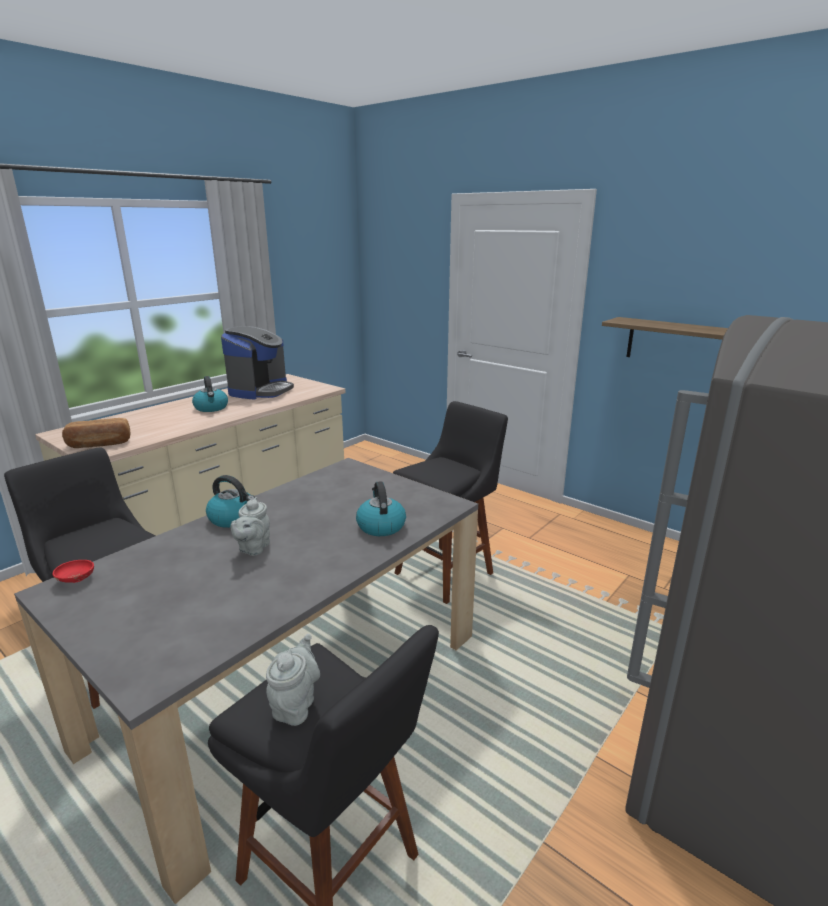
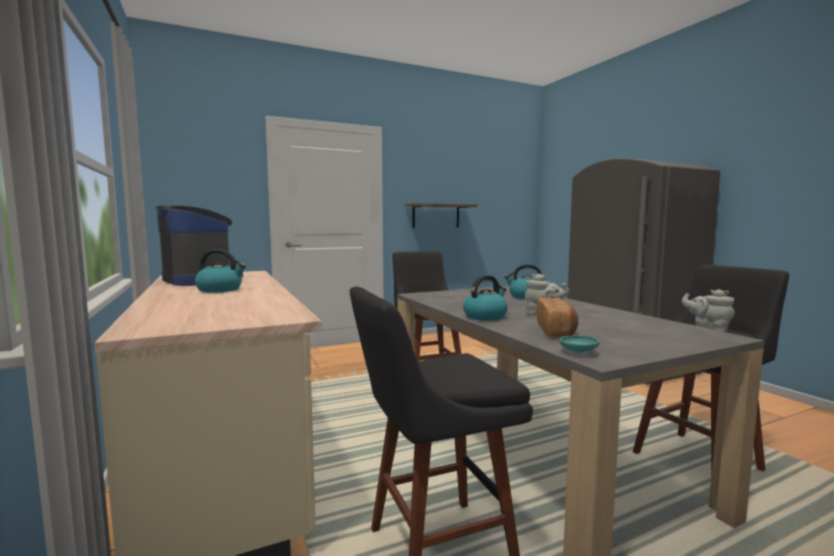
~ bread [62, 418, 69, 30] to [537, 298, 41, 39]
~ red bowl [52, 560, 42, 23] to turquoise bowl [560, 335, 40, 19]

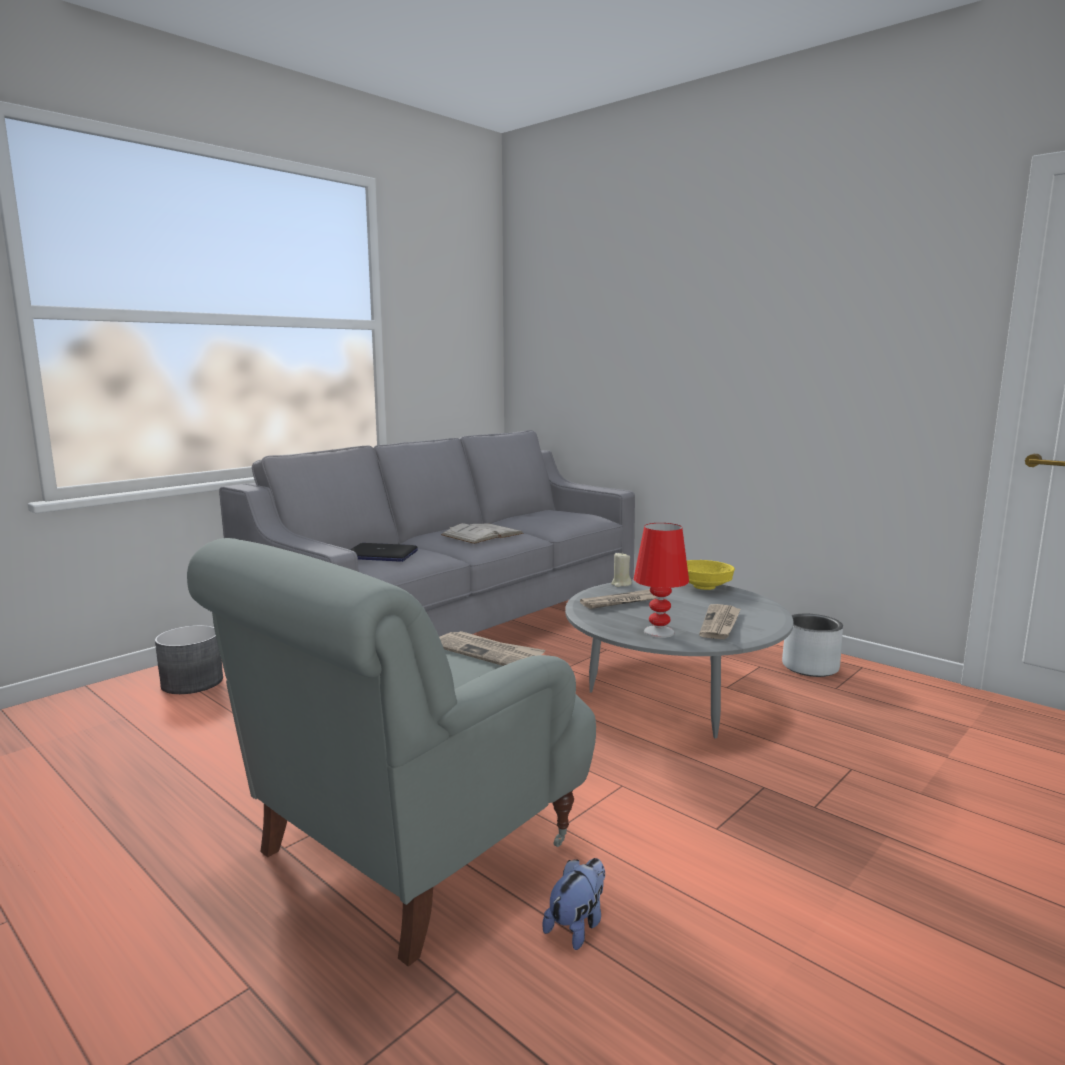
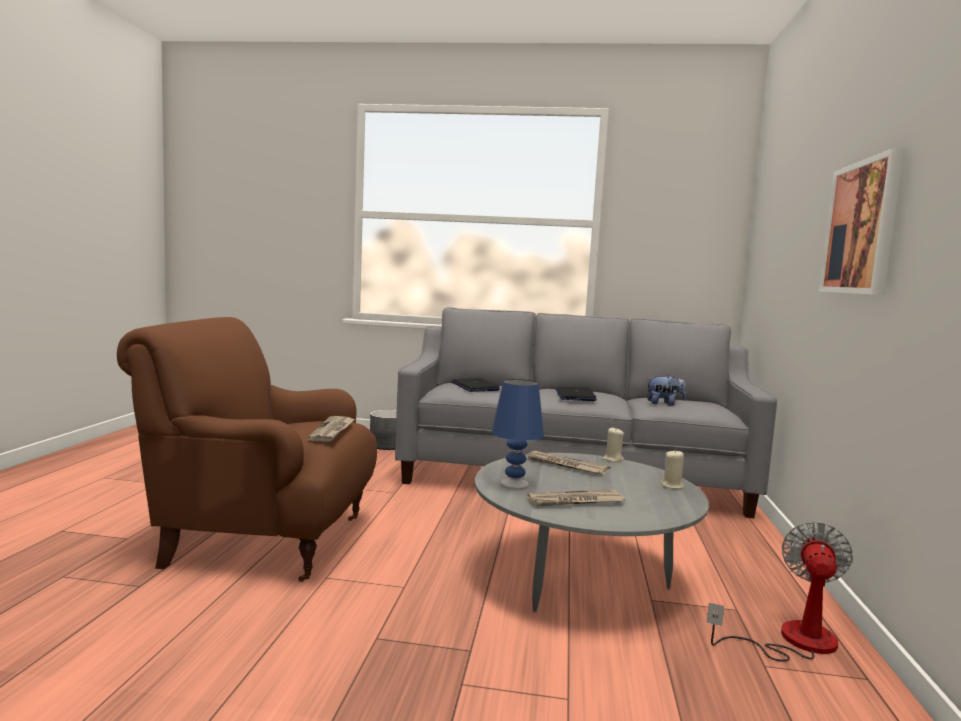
~ grey armchair [187, 538, 409, 429] to brown armchair [117, 317, 260, 265]
~ red table lamp [634, 523, 55, 115] to blue table lamp [492, 379, 52, 111]
~ white book [441, 523, 83, 21] to laptop [556, 387, 41, 14]
~ plush toy [542, 858, 63, 92] to [647, 375, 39, 31]
~ yellow bowl [687, 560, 48, 30] to beige candle [661, 450, 23, 39]
~ grey planter [782, 614, 61, 63] to fan [707, 522, 146, 140]
+ picture [819, 148, 85, 147]

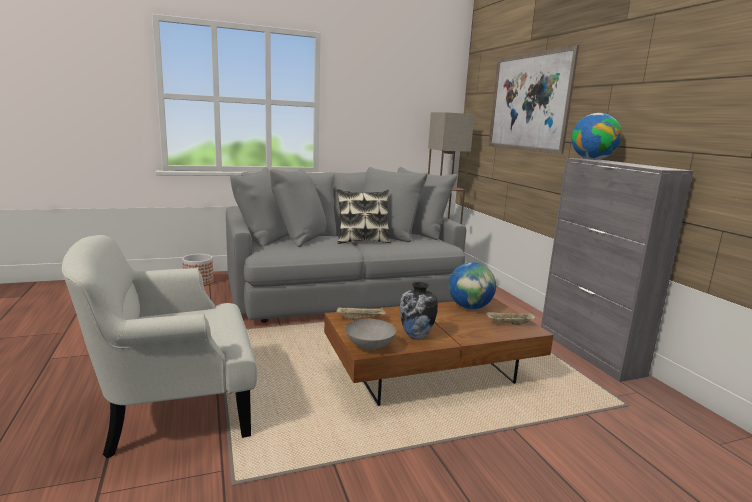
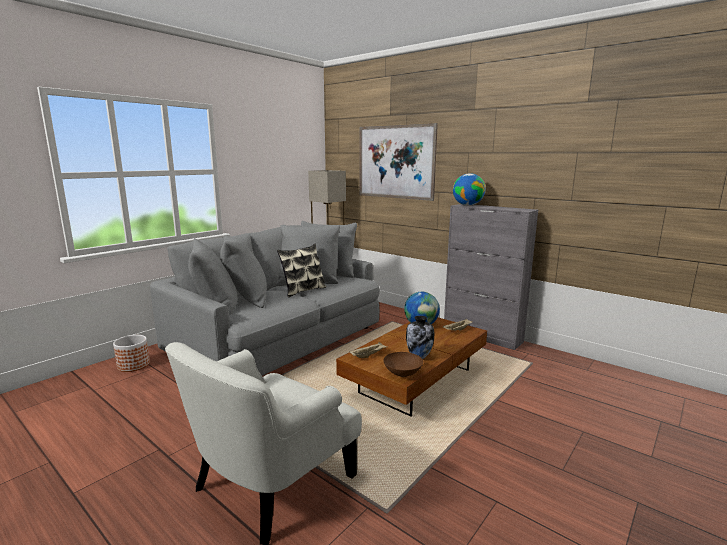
~ grey bowl [345, 319, 51, 31] to brown bowl [383, 352, 40, 25]

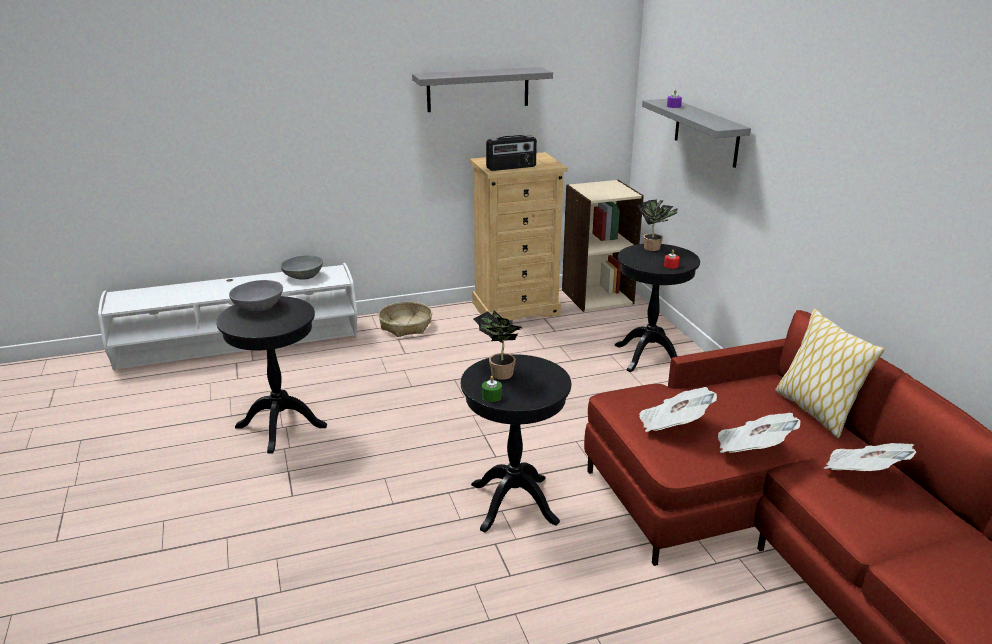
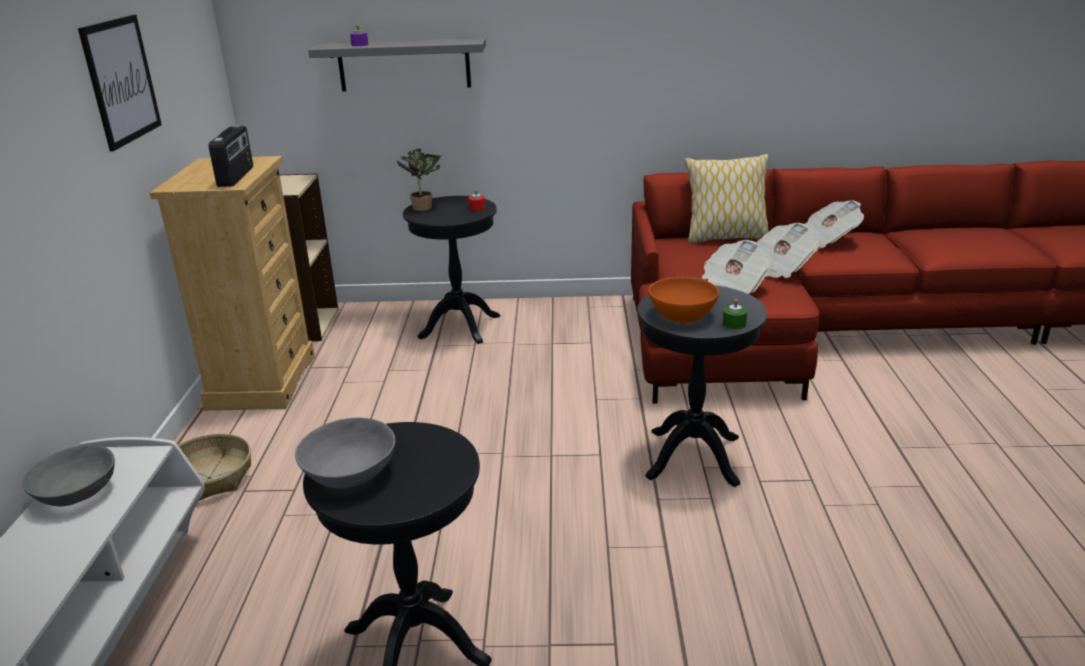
~ grey shelf [412, 67, 141, 45] to picture [78, 15, 84, 137]
~ potted plant [473, 310, 49, 70] to orange bowl [649, 277, 70, 46]

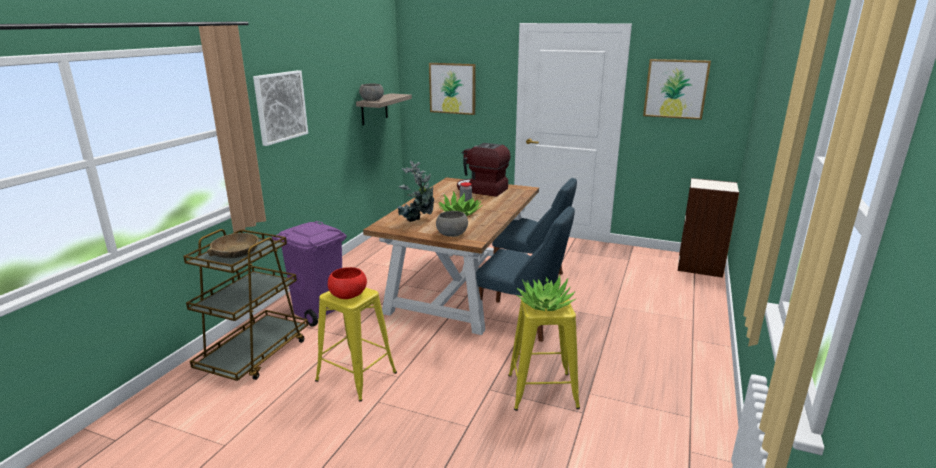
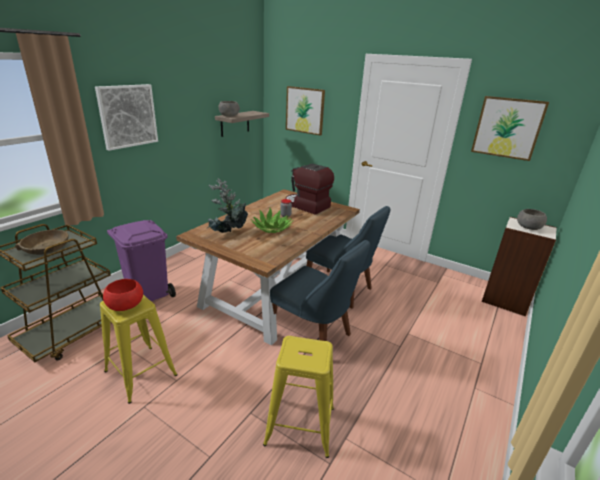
~ grey bowl [436, 211, 32, 26] to [517, 209, 30, 21]
- potted plant [517, 275, 59, 36]

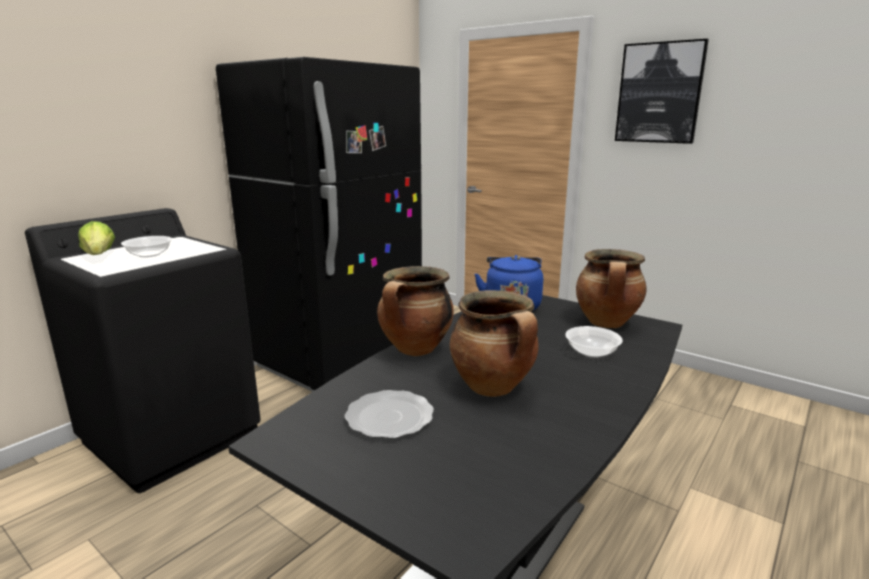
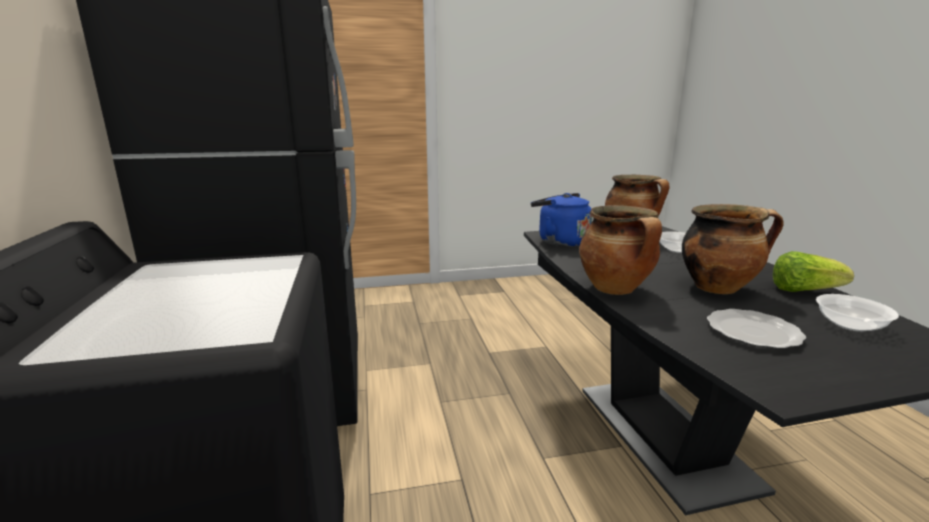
~ lettuce [78, 221, 37, 34] to [773, 251, 81, 41]
~ bowl [121, 236, 51, 21] to [816, 294, 83, 38]
- picture [615, 39, 94, 105]

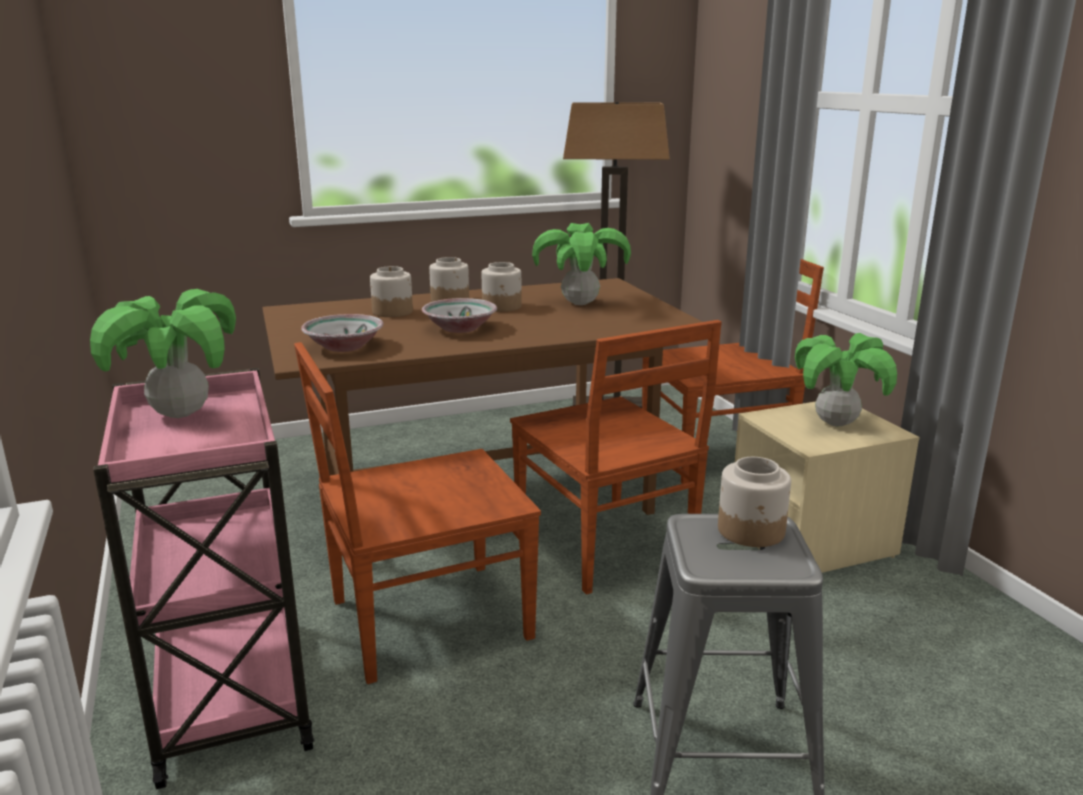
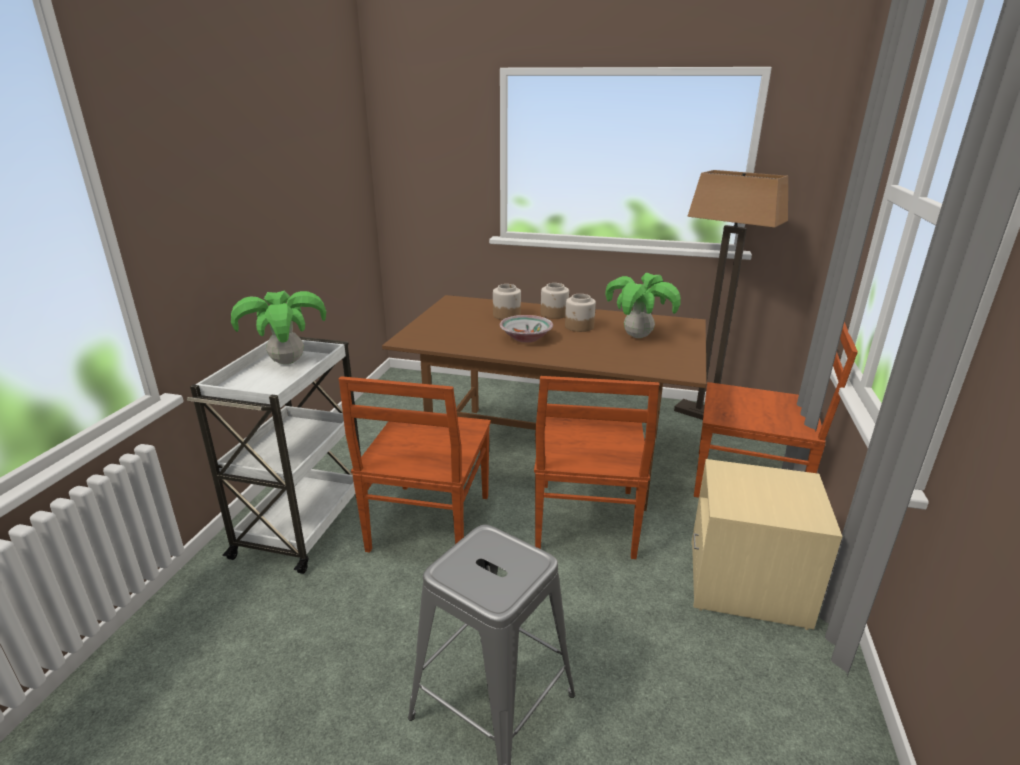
~ pink cart [93, 368, 222, 421] to white cart [187, 337, 174, 237]
~ brown chair [294, 342, 247, 342] = [339, 376, 152, 177] 90 degrees counterclockwise
- bowl [301, 314, 83, 38]
- jar [718, 457, 73, 90]
- potted plant [795, 333, 102, 94]

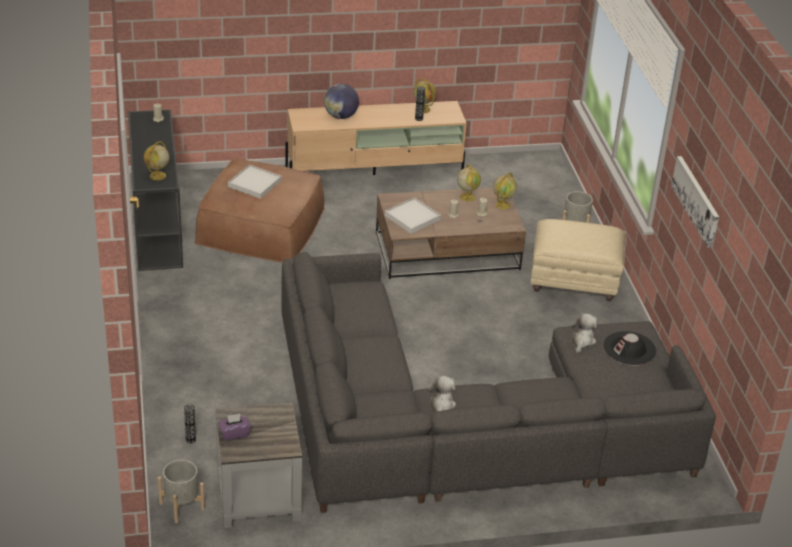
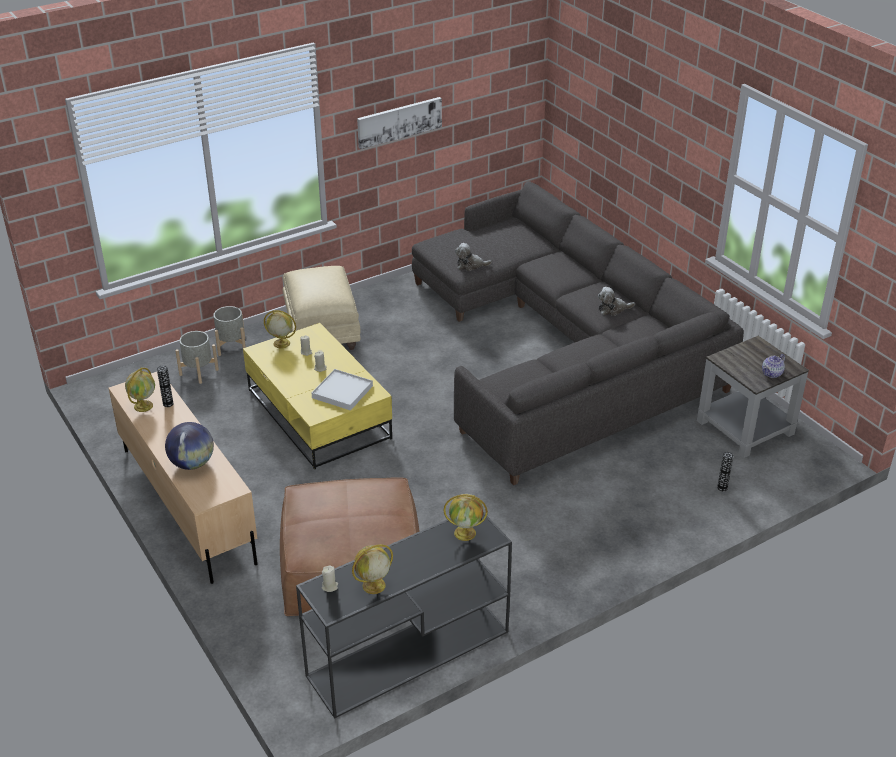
~ grey planter [158, 459, 47, 64] to [175, 331, 44, 53]
~ brown coffee table [376, 187, 150, 92] to yellow coffee table [243, 323, 149, 146]
~ globe [457, 164, 24, 37] to [352, 544, 41, 50]
~ purple tissue box [218, 414, 33, 26] to teapot [762, 354, 23, 24]
- white tray [228, 164, 54, 35]
- black hat [603, 331, 54, 34]

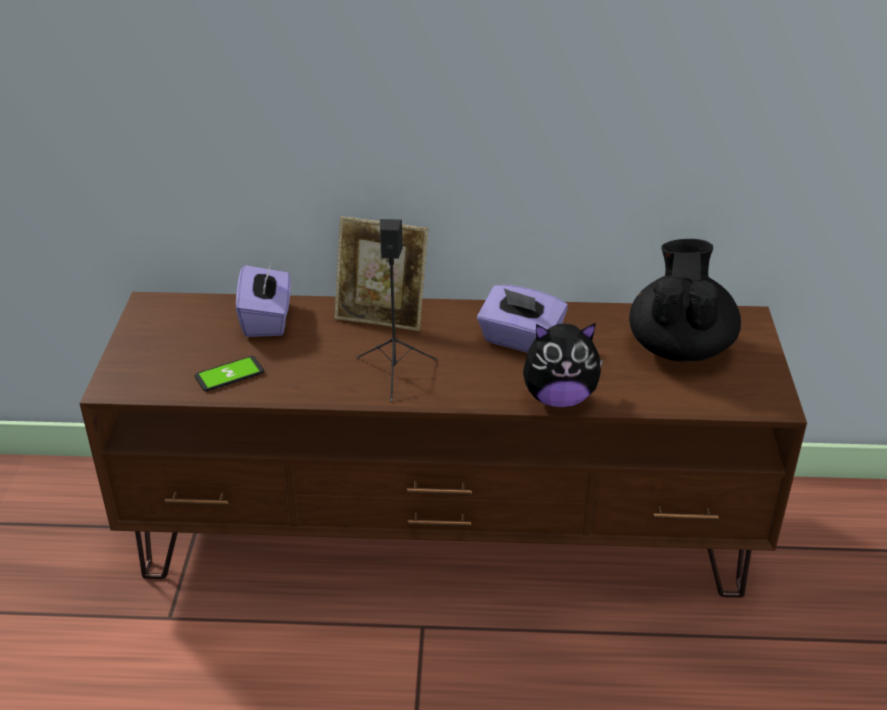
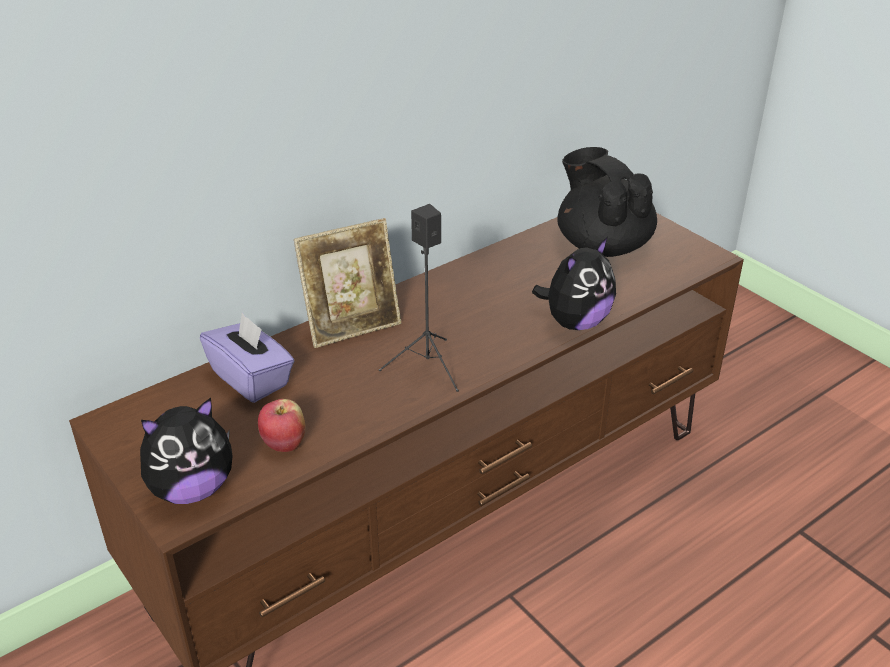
+ plush toy [140, 398, 93, 106]
~ phone [195, 356, 69, 35] to apple [258, 399, 48, 53]
- purple tissue box [477, 285, 91, 68]

